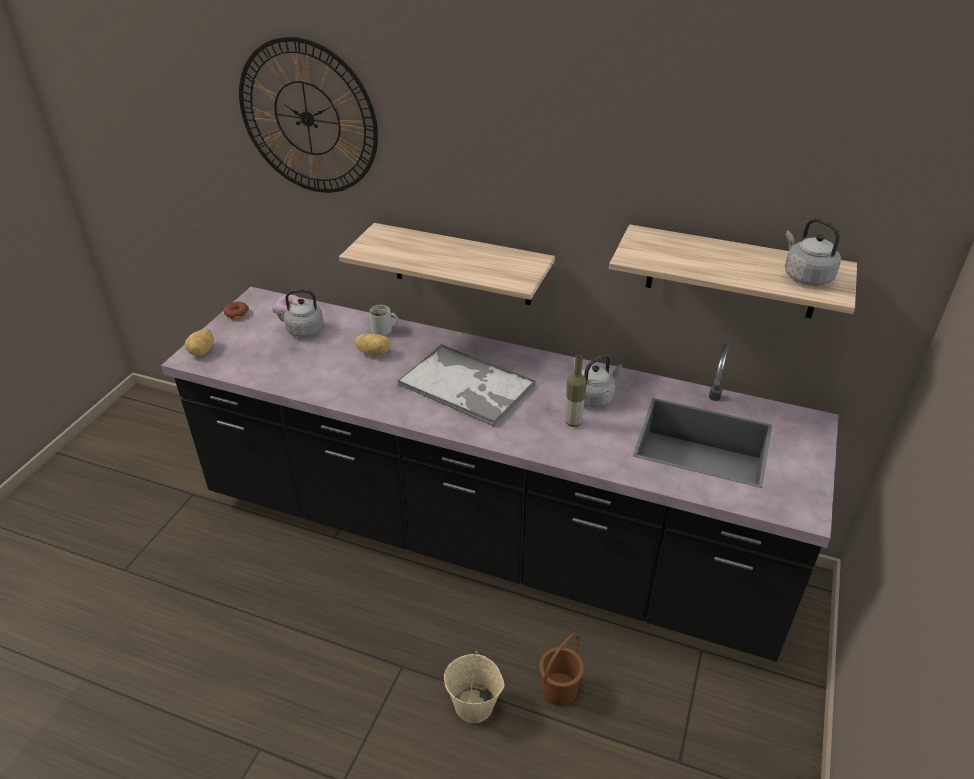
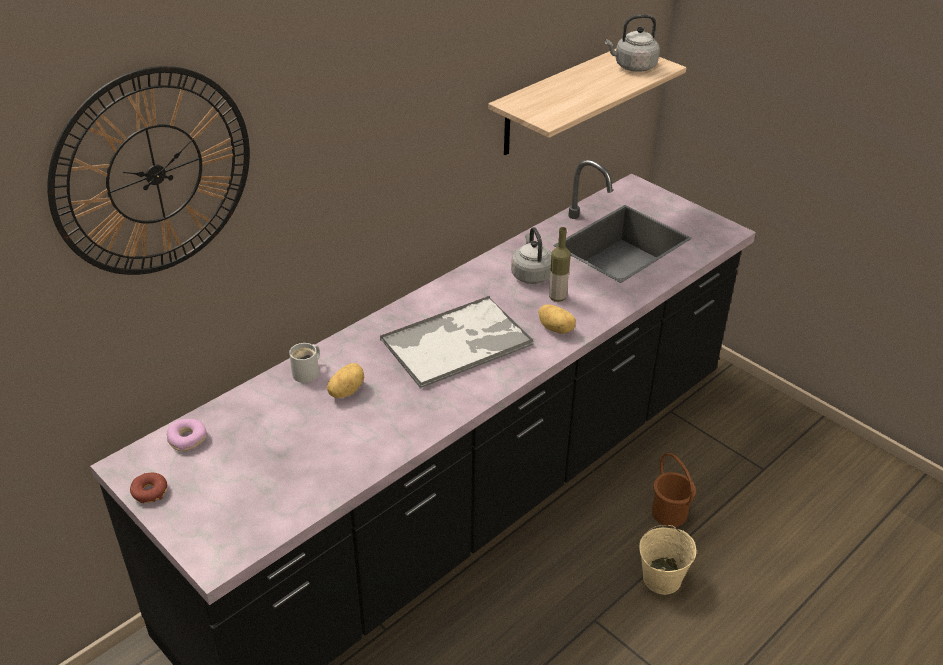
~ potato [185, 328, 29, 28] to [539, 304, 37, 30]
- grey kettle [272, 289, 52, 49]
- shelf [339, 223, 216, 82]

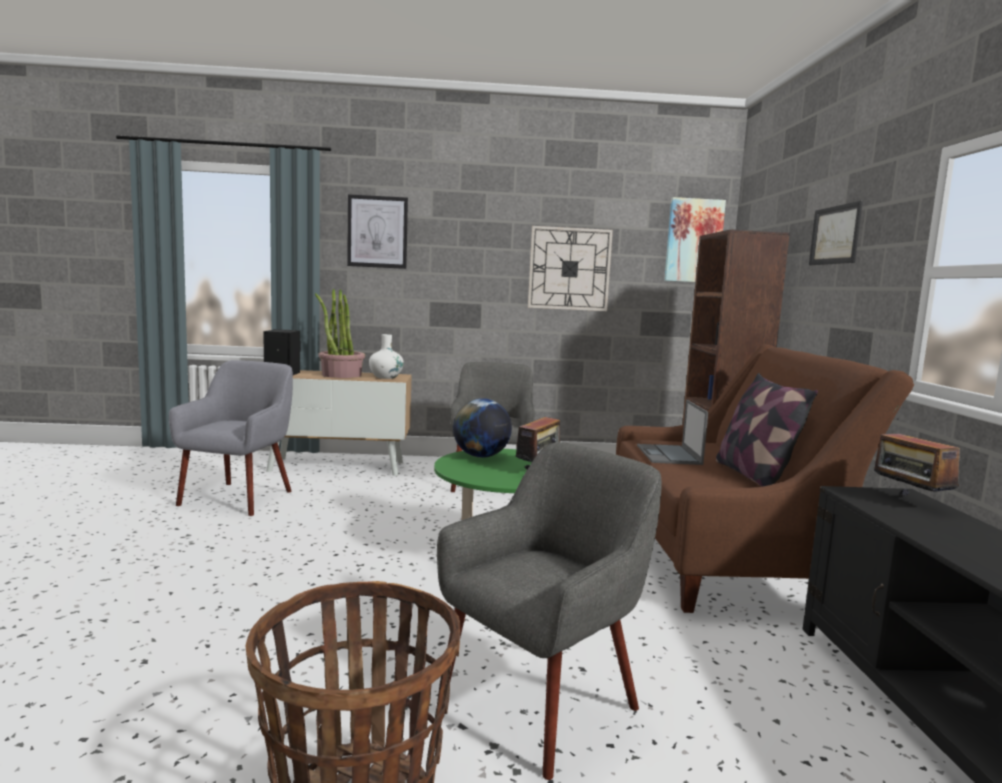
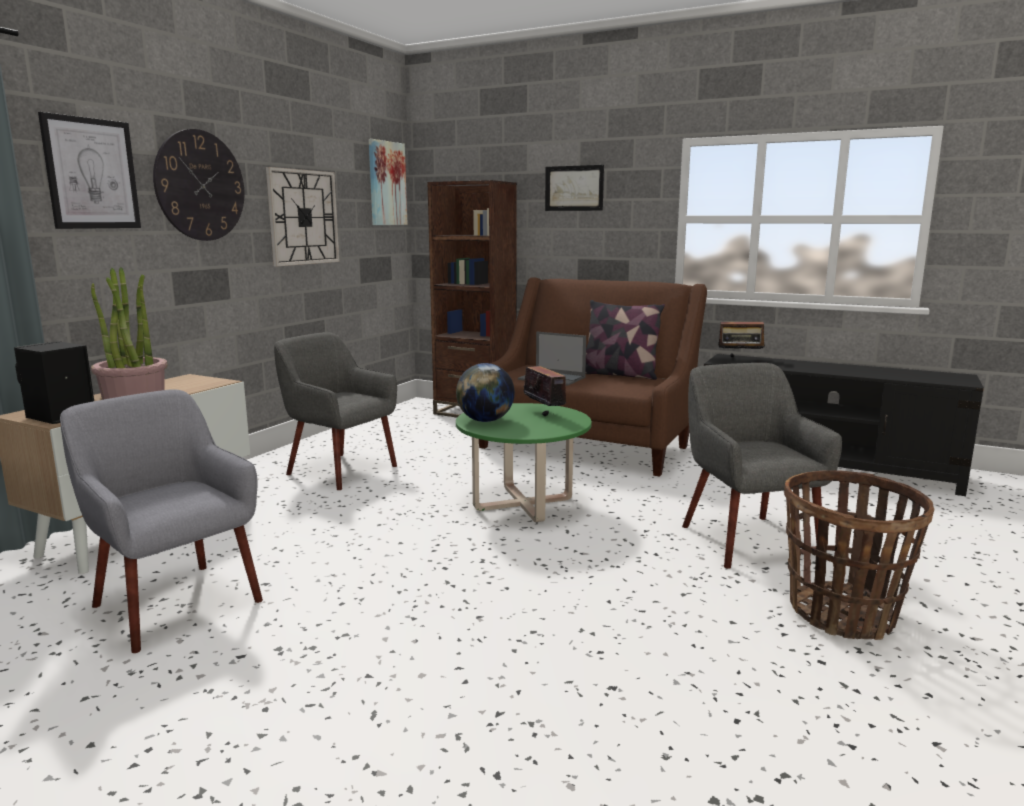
+ wall clock [153, 129, 91, 112]
- white vase [369, 334, 35, 45]

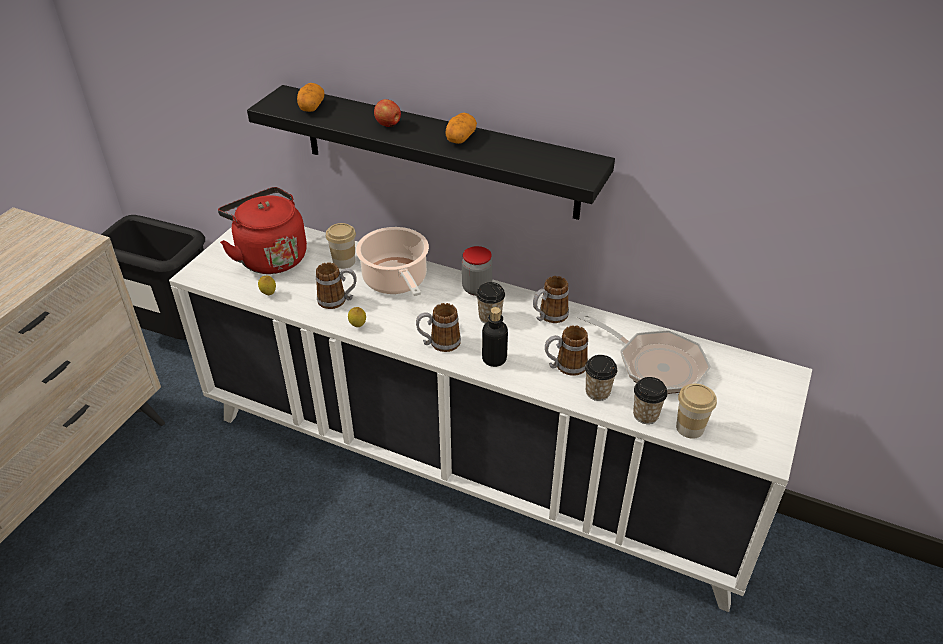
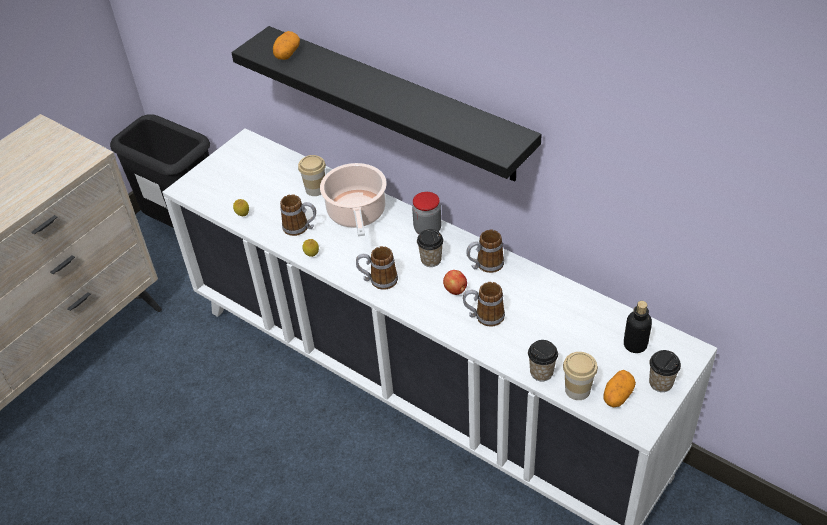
~ apple [374, 99, 27, 28] to [443, 270, 24, 25]
~ potato [446, 113, 31, 31] to [603, 370, 33, 38]
~ bottle [482, 307, 26, 60] to [624, 301, 28, 52]
~ cup [585, 355, 32, 46] to [649, 350, 32, 42]
- red kettle [218, 187, 89, 87]
- frying pan [577, 312, 134, 82]

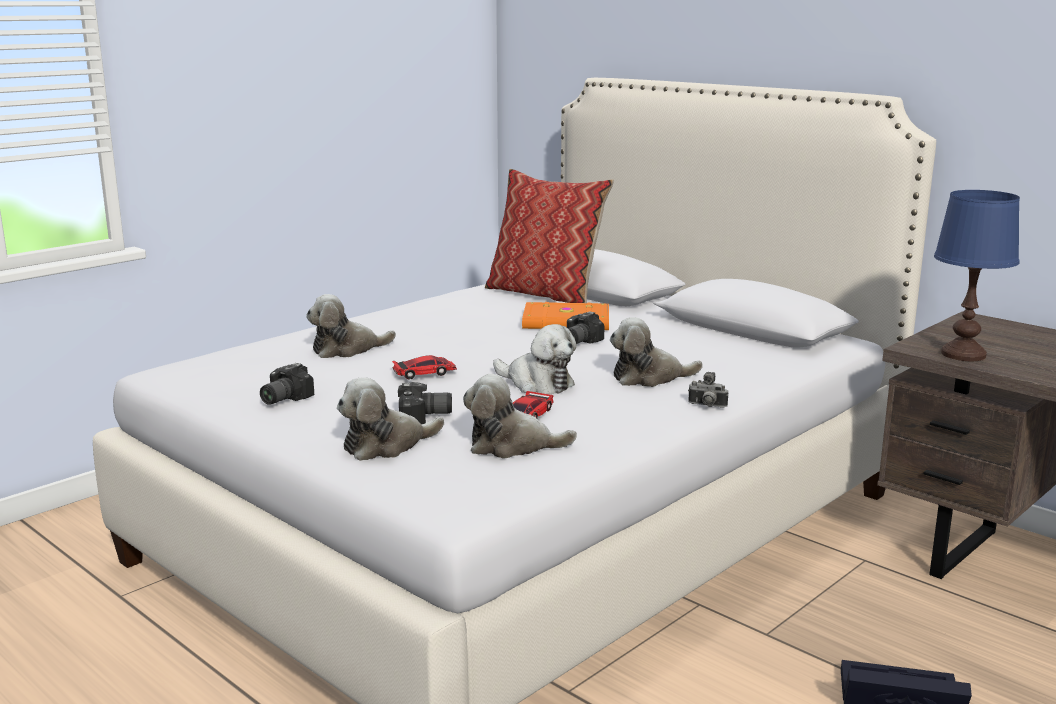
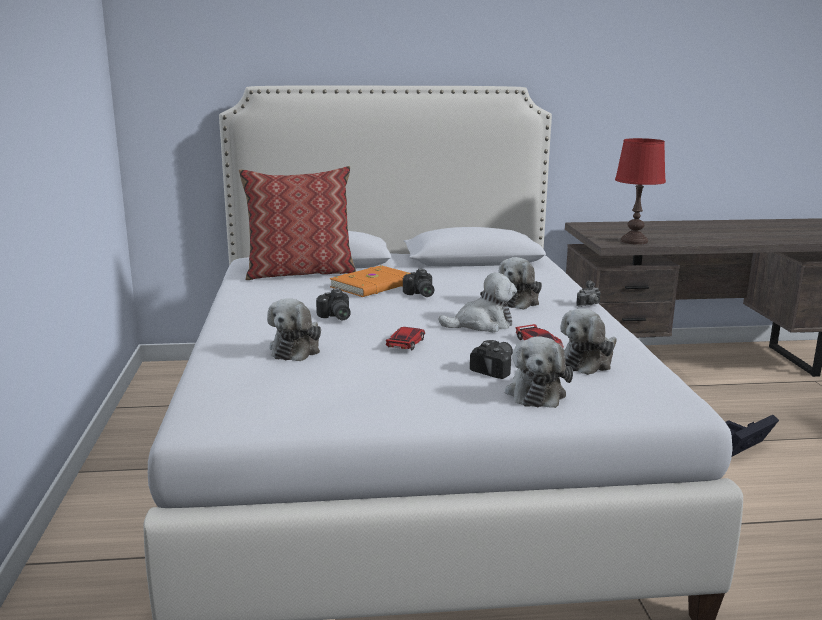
~ photo camera [260, 363, 54, 42] to [316, 288, 35, 32]
~ blue table lamp [934, 190, 86, 171] to red table lamp [615, 138, 51, 107]

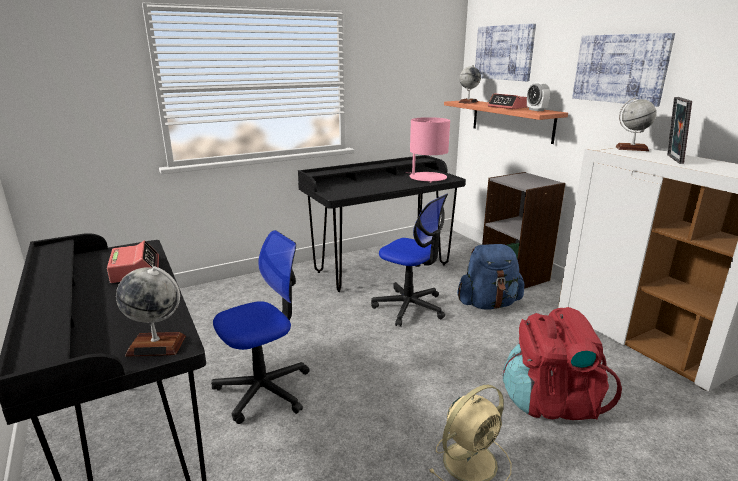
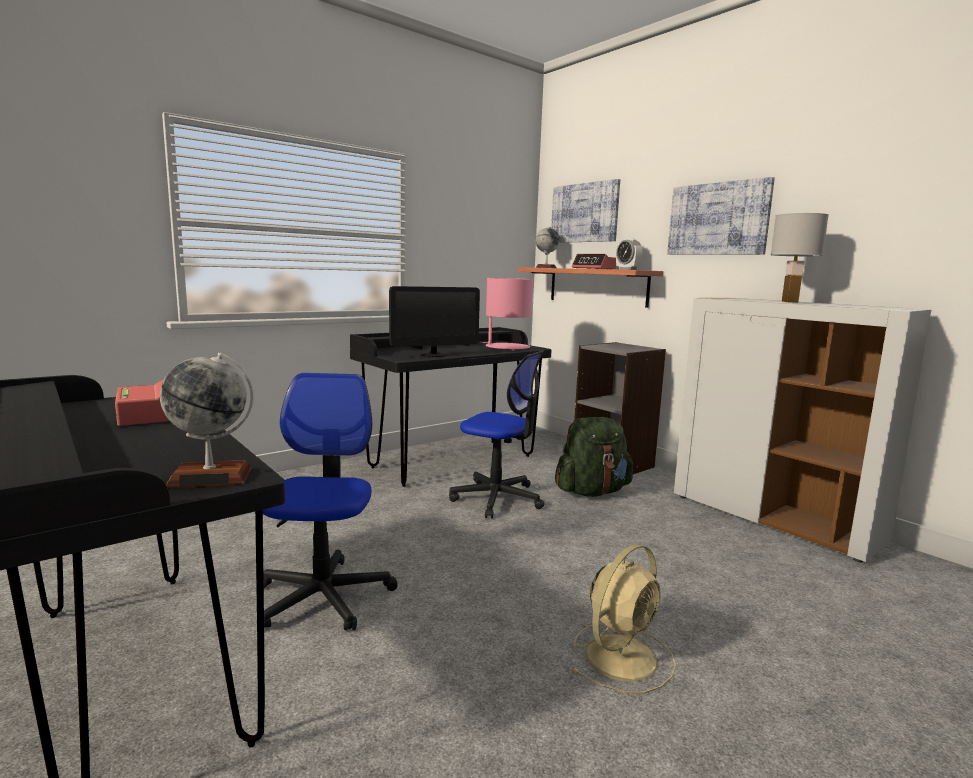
~ office chair [211, 230, 99, 194] = [263, 373, 135, 257] 45 degrees counterclockwise
+ monitor [389, 286, 91, 71]
~ blue backpack [457, 244, 68, 66] to green backpack [555, 417, 78, 80]
~ picture frame [667, 97, 25, 67] to white table lamp [771, 213, 58, 90]
- red backpack [503, 307, 119, 113]
- globe [616, 97, 41, 54]

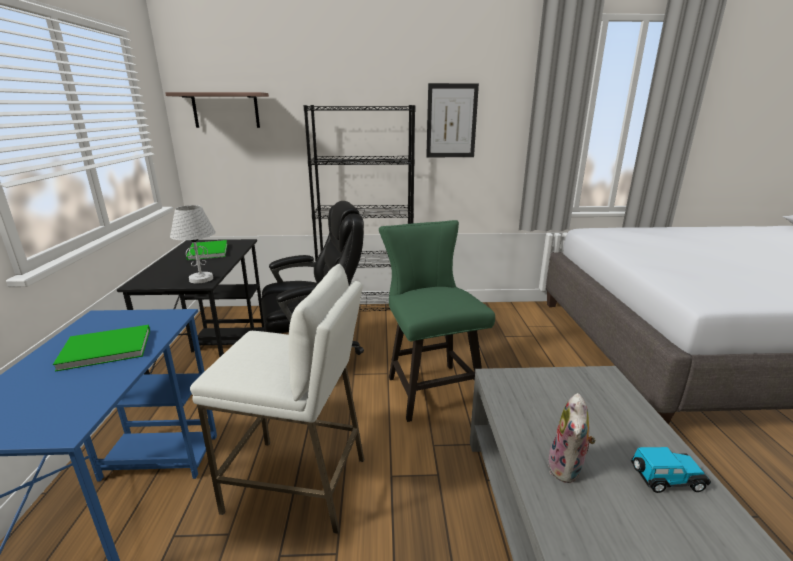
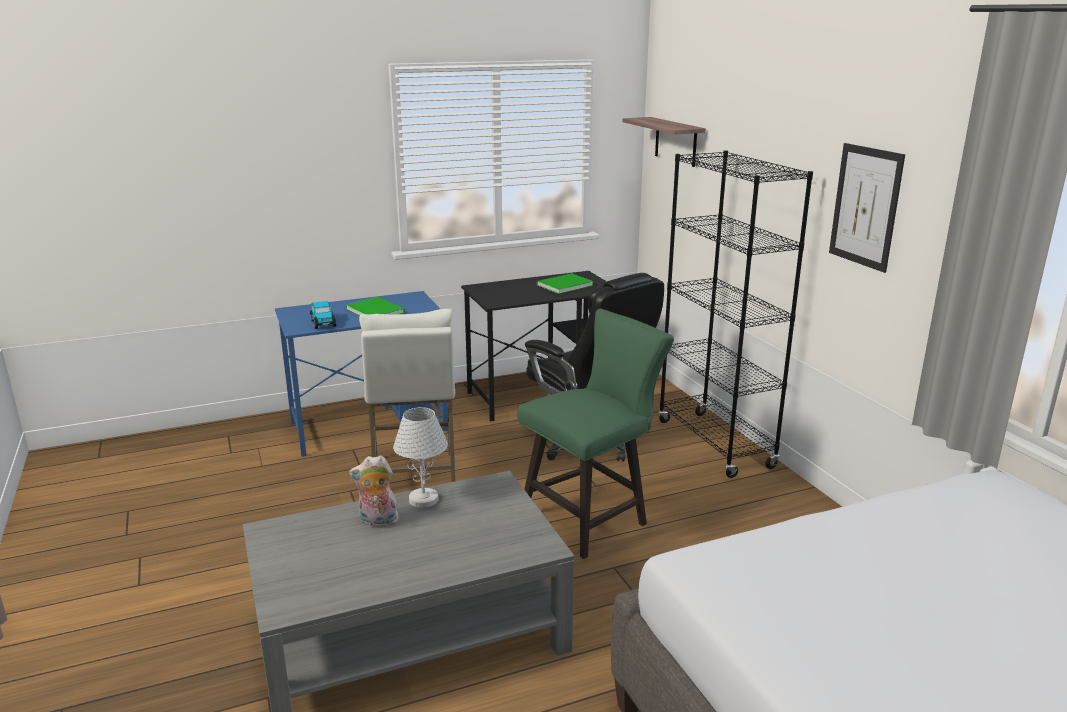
~ toy car [630, 447, 81, 46] to [310, 301, 26, 28]
~ white table lamp [170, 205, 46, 78] to [393, 407, 55, 101]

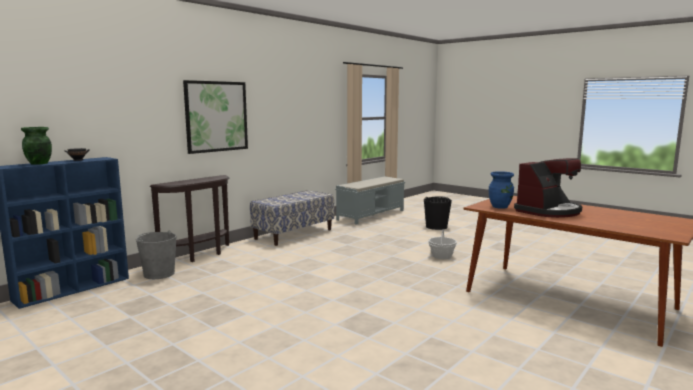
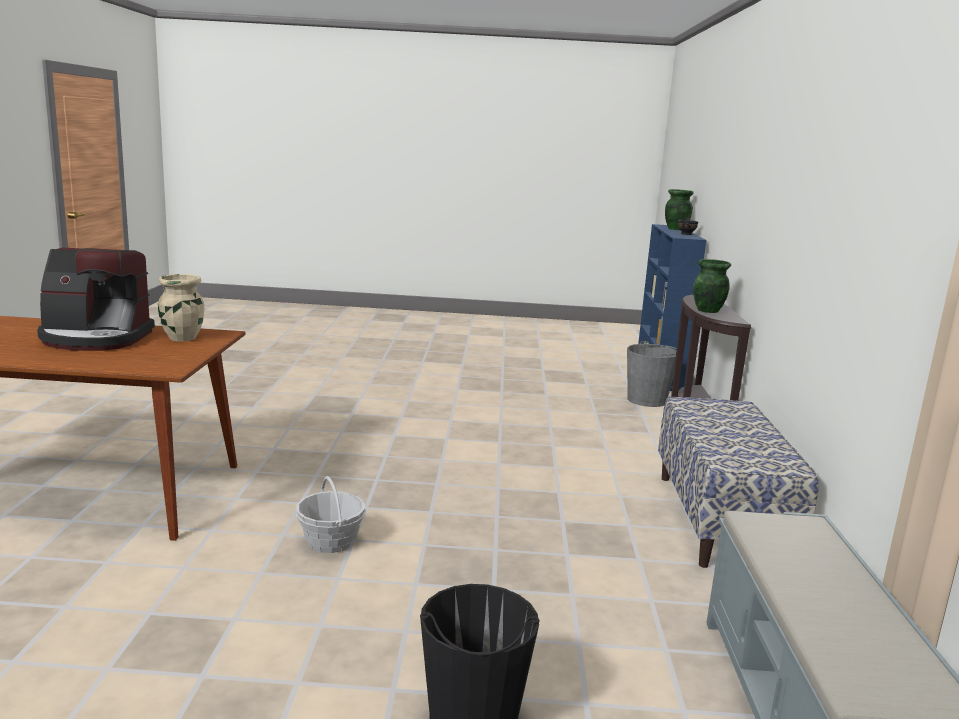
~ coffee machine [514, 158, 68, 60] = [37, 248, 118, 103] 105 degrees counterclockwise
~ blue vase [489, 171, 25, 38] to beige vase [158, 274, 46, 67]
+ green vase [693, 259, 38, 54]
- picture [183, 80, 65, 74]

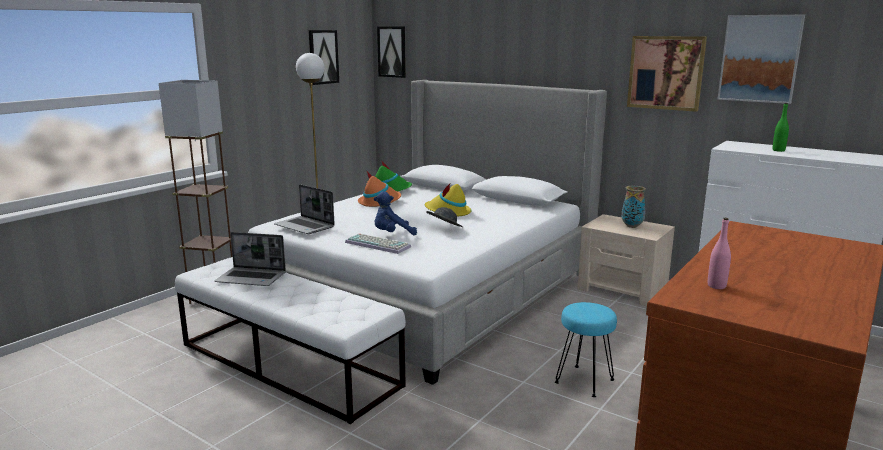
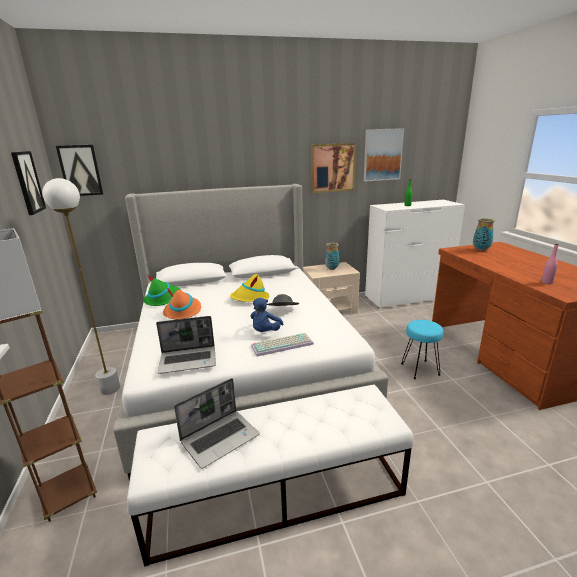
+ vase [473, 218, 22, 33]

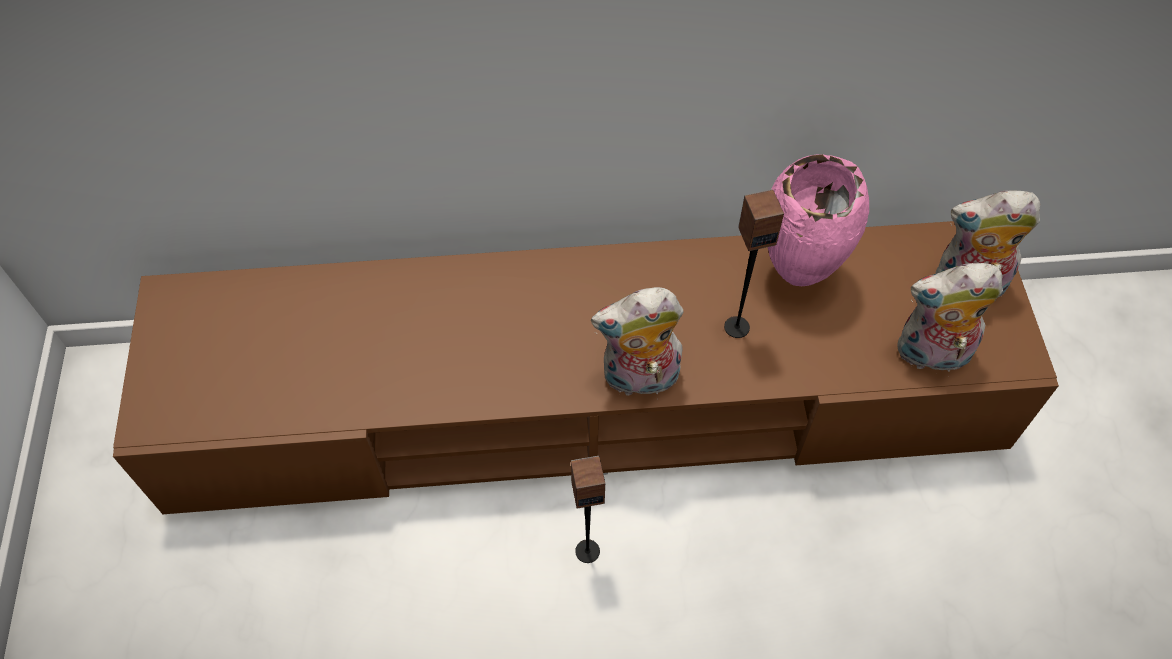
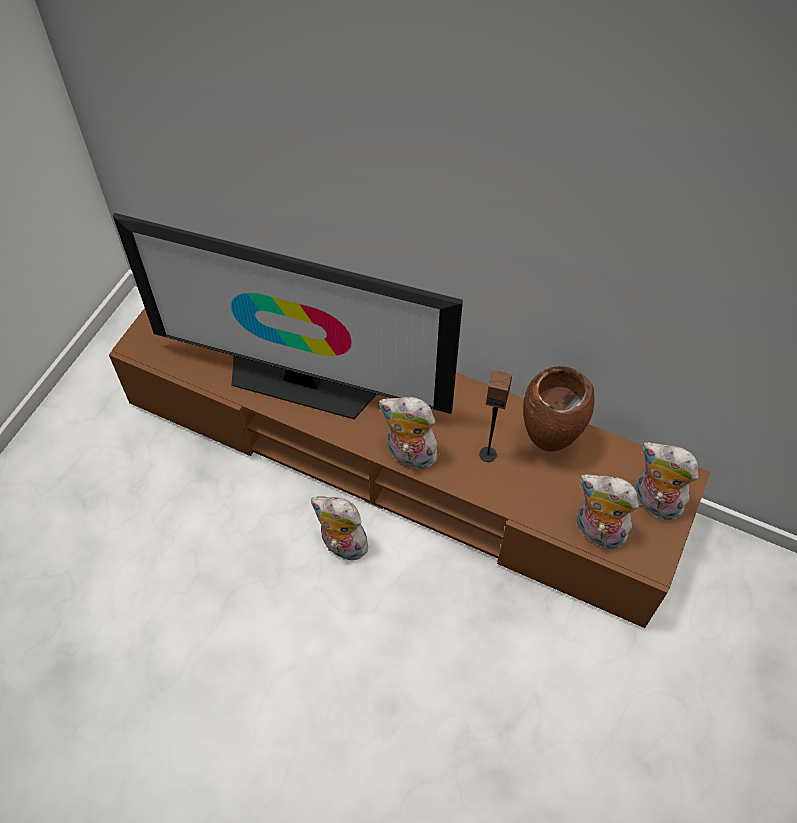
+ television [113, 213, 350, 206]
~ speaker [571, 456, 34, 107] to plush toy [311, 496, 57, 64]
~ pink vase [768, 154, 101, 132] to brown vase [523, 366, 72, 86]

